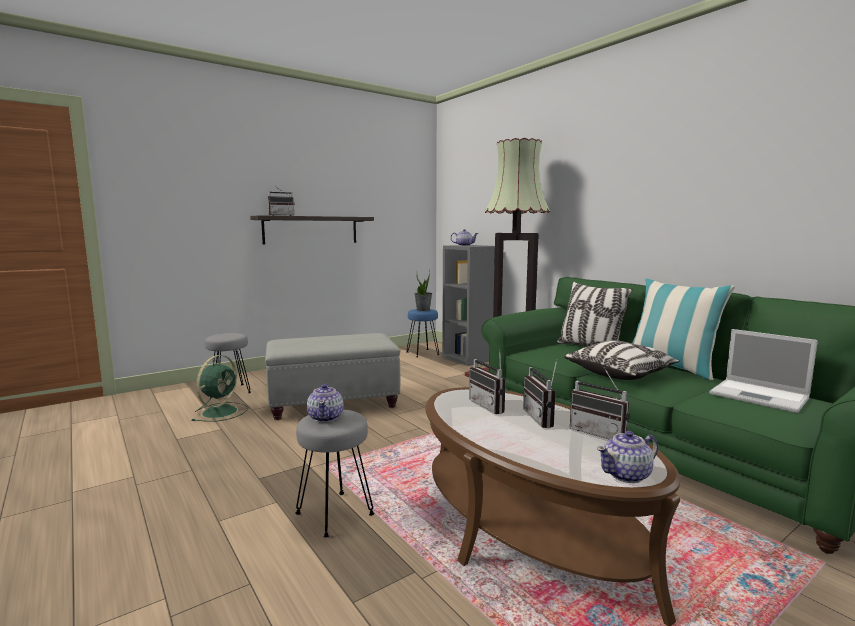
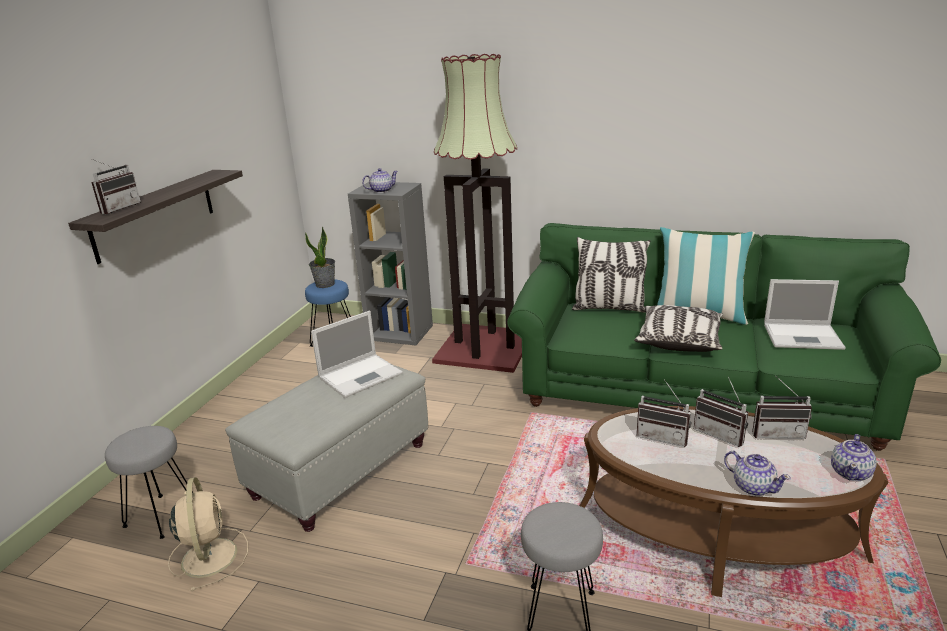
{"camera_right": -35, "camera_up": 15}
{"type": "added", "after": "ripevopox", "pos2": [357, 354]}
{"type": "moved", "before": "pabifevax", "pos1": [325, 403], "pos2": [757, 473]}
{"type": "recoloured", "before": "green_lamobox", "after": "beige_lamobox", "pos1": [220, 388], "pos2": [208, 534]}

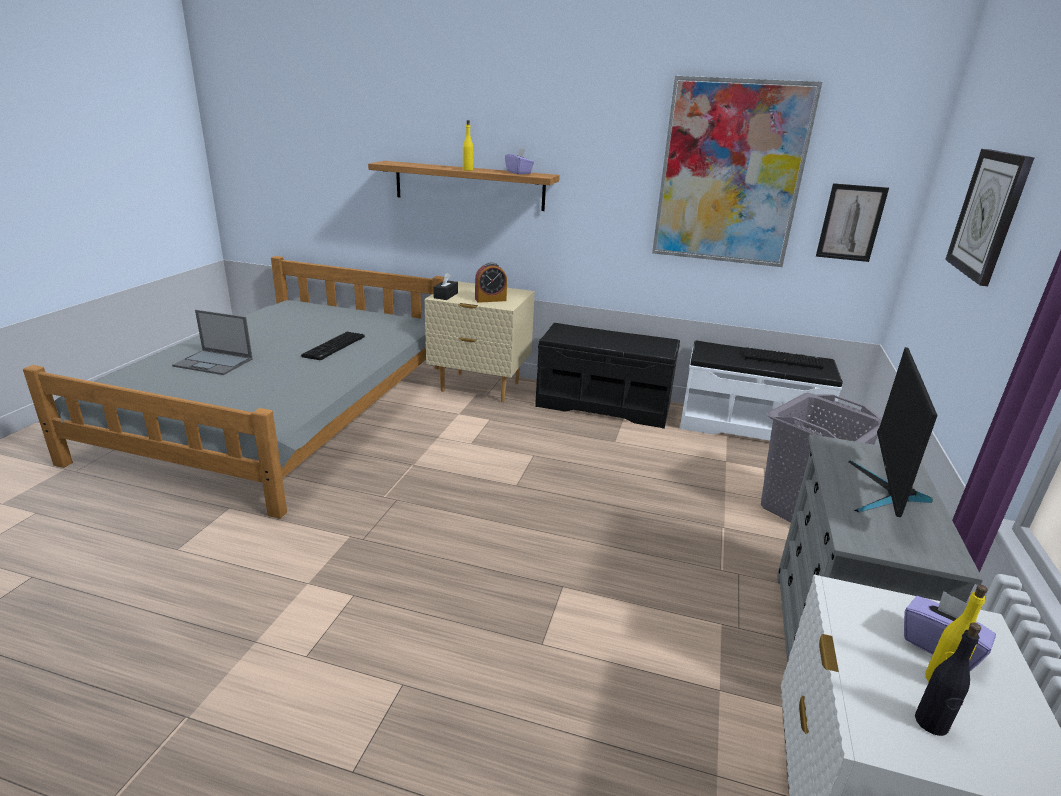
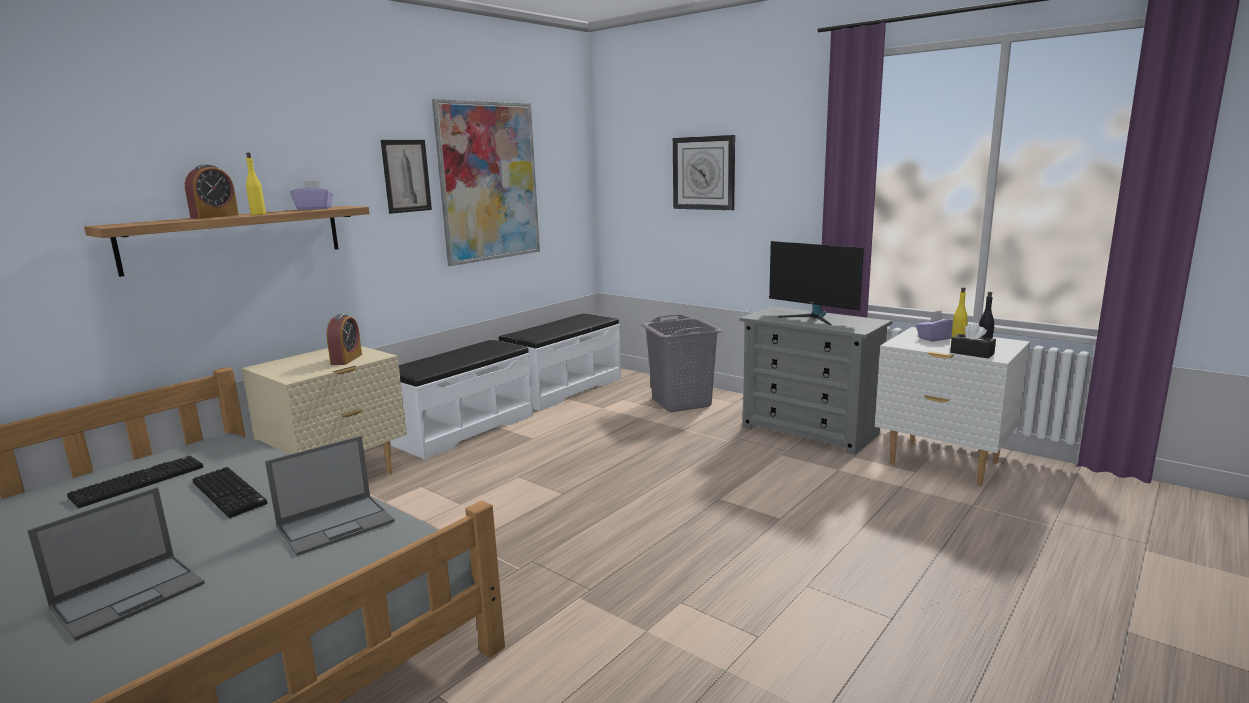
{"camera_right": -65, "camera_up": -10}
{"type": "added", "after": "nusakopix", "pos2": [212, 191]}
{"type": "added", "after": "ripevopox", "pos2": [330, 496]}
{"type": "moved", "before": "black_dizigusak", "pos1": [445, 286], "pos2": [973, 340]}
{"type": "moved", "before": "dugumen", "pos1": [784, 358], "pos2": [135, 482]}
{"type": "moved", "before": "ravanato", "pos1": [852, 222], "pos2": [406, 177]}
{"type": "recoloured", "before": "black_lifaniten", "after": "white_lifaniten", "pos1": [607, 376], "pos2": [461, 399]}

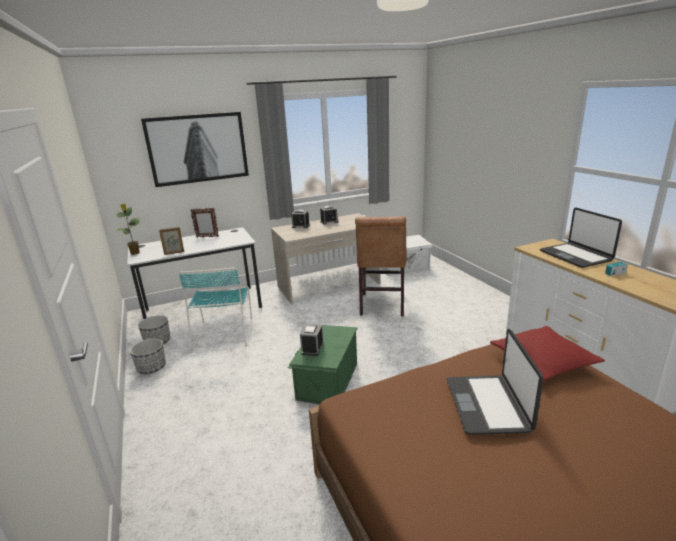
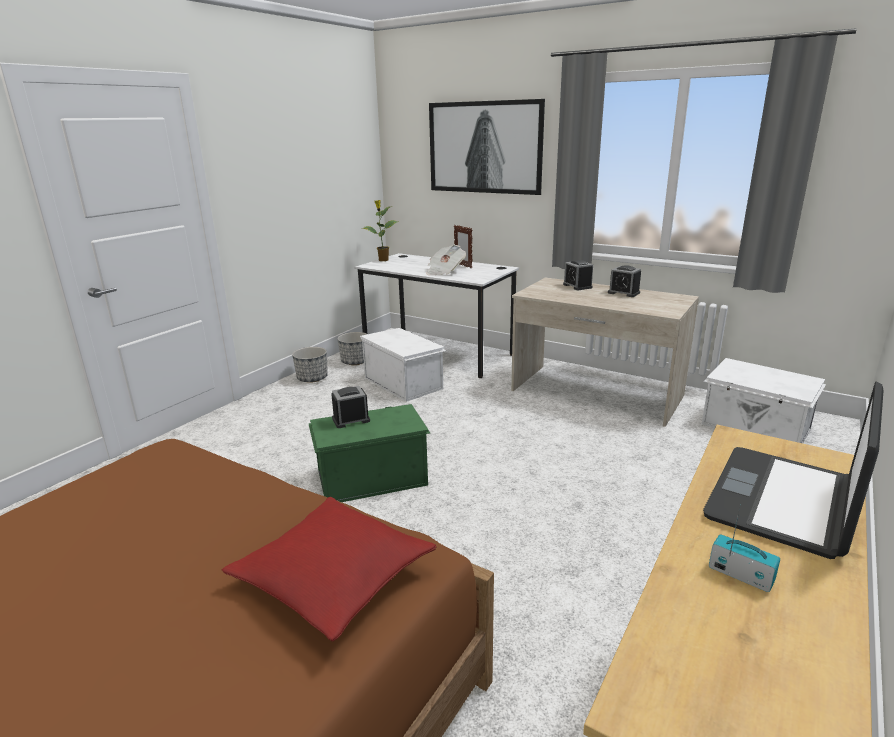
{"camera_right": 55, "camera_up": 0}
{"type": "removed", "before": "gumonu", "pos1": [171, 241]}
{"type": "removed", "before": "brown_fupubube", "pos1": [381, 266]}
{"type": "removed", "before": "ripevopox", "pos1": [495, 382]}
{"type": "added", "after": "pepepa", "pos2": [446, 260]}
{"type": "replaced", "before": "turquoise_fupubube", "after": "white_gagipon", "pos1": [215, 309], "pos2": [403, 365]}

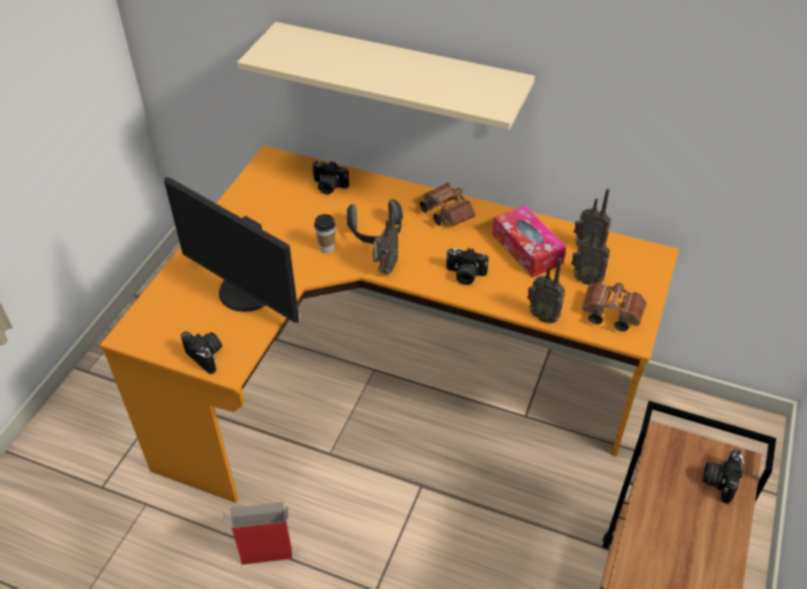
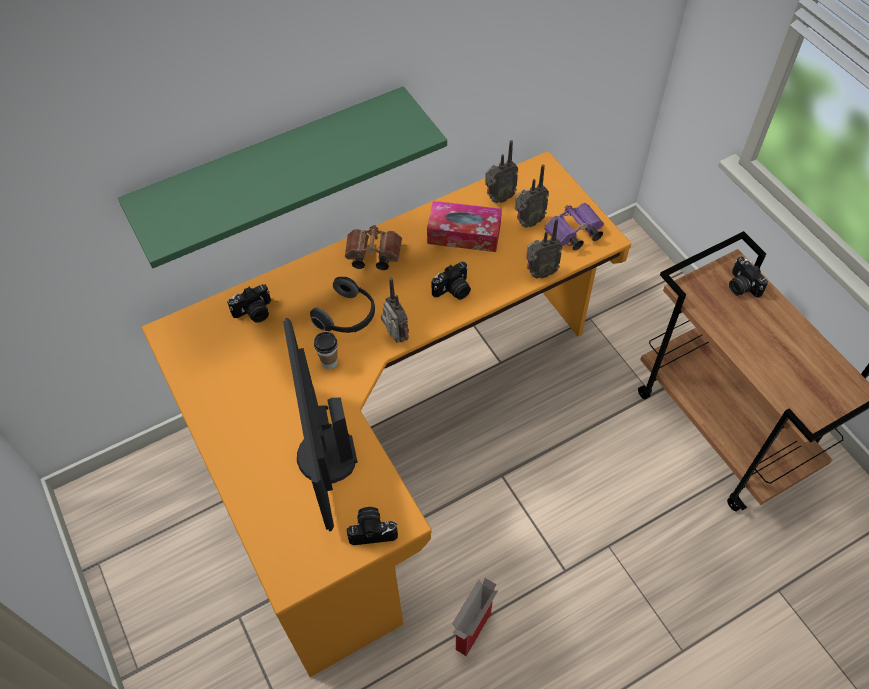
{"camera_right": -50, "camera_up": 10}
{"type": "recoloured", "before": "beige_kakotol", "after": "green_kakotol", "pos1": [386, 76], "pos2": [282, 177]}
{"type": "recoloured", "before": "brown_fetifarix", "after": "purple_fetifarix", "pos1": [614, 307], "pos2": [574, 226]}
{"type": "turned", "before": "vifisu", "pos1": [231, 250], "pos2": [320, 425], "turn": 90}

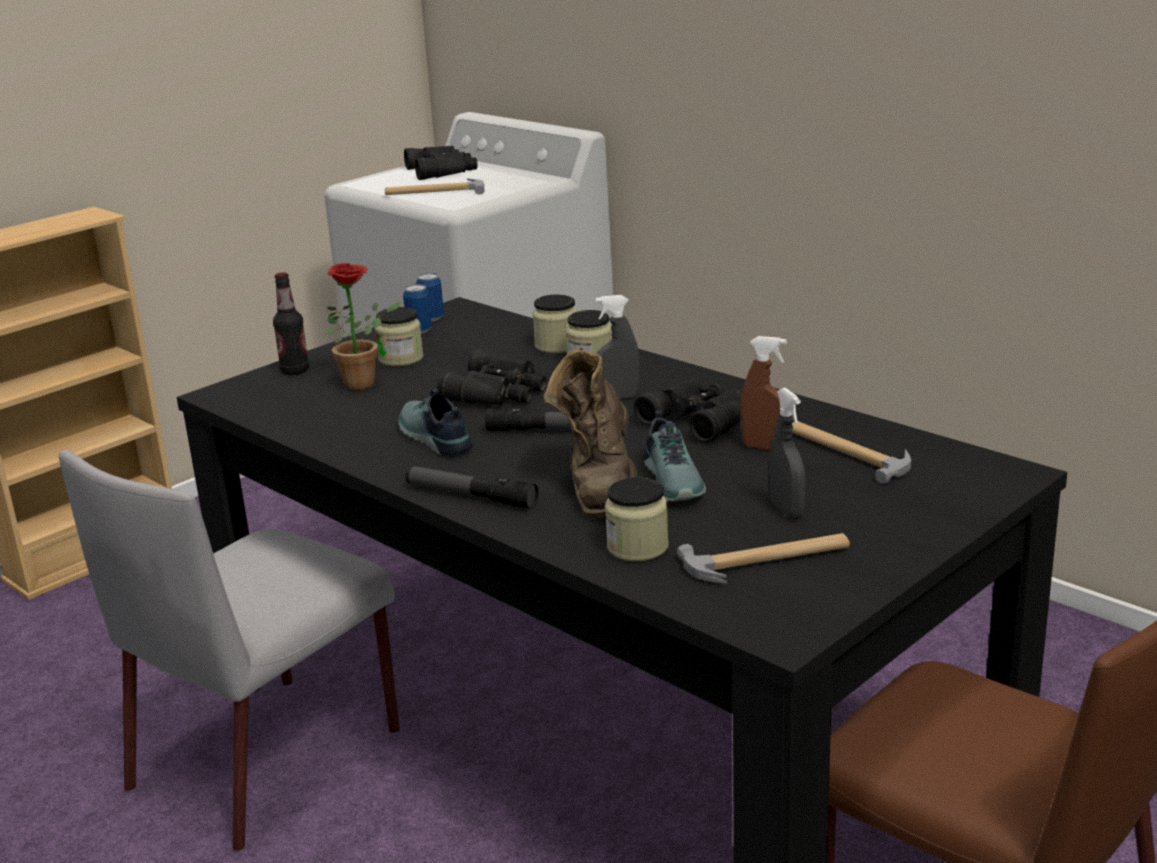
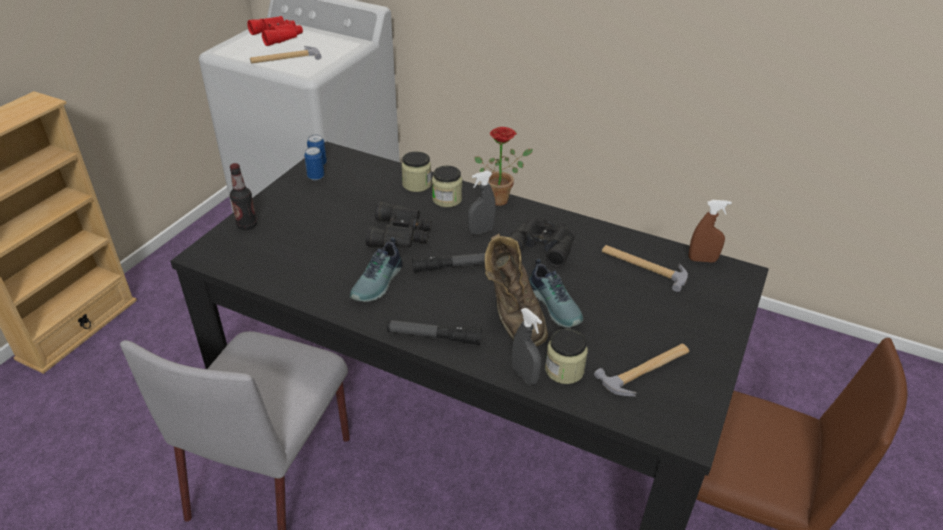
{"camera_right": -20, "camera_up": 15}
{"type": "removed", "before": "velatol", "pos1": [399, 336]}
{"type": "moved", "before": "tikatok", "pos1": [364, 326], "pos2": [503, 166]}
{"type": "moved", "before": "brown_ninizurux", "pos1": [763, 393], "pos2": [710, 231]}
{"type": "moved", "before": "grey_ninizurux", "pos1": [787, 453], "pos2": [527, 346]}
{"type": "recoloured", "before": "black_fetifarix", "after": "red_fetifarix", "pos1": [440, 163], "pos2": [275, 31]}
{"type": "turned", "before": "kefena", "pos1": [435, 422], "pos2": [376, 269], "turn": -105}

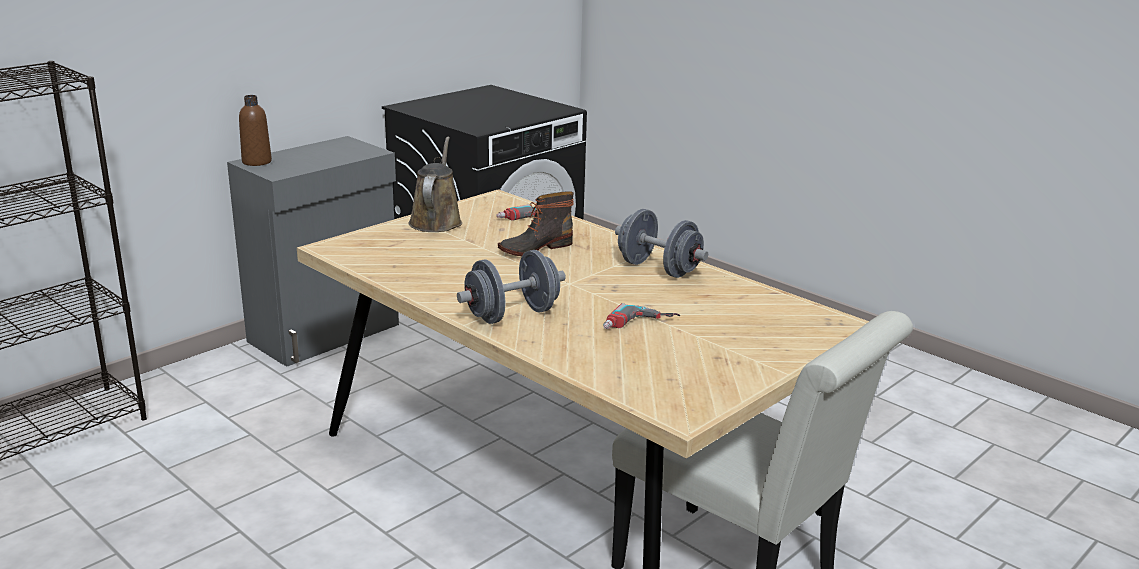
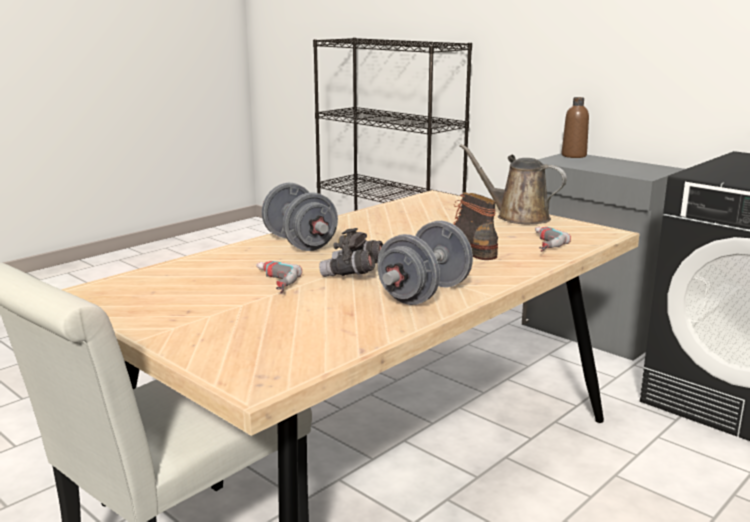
{"camera_right": 90, "camera_up": -5}
{"type": "added", "after": "grey_fetifarix", "pos2": [351, 252]}
{"type": "turned", "before": "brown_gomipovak", "pos1": [435, 184], "pos2": [513, 184], "turn": -150}

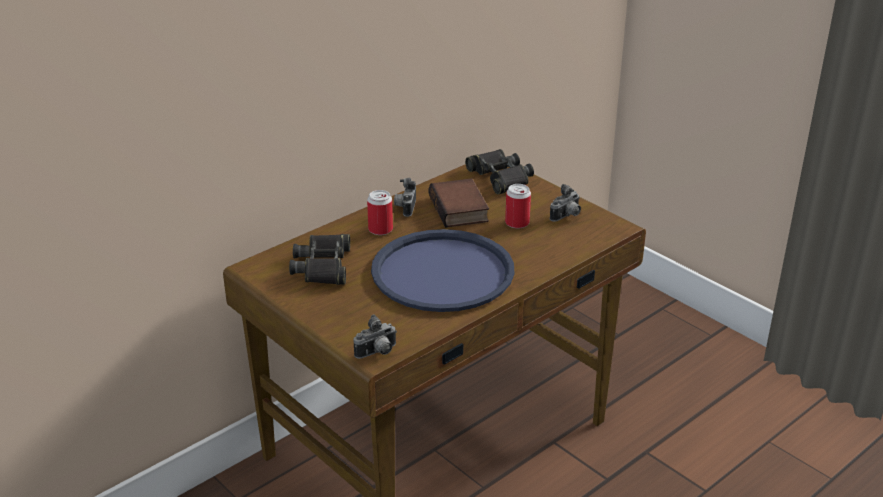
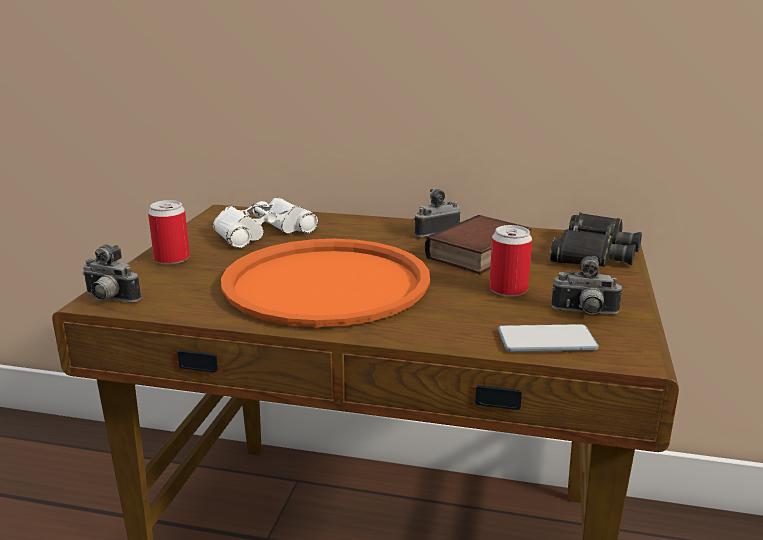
{"camera_right": 55, "camera_up": -10}
{"type": "added", "after": "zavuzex", "pos2": [548, 338]}
{"type": "moved", "before": "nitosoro", "pos1": [380, 212], "pos2": [169, 232]}
{"type": "recoloured", "before": "black_fetifarix", "after": "white_fetifarix", "pos1": [319, 259], "pos2": [265, 223]}
{"type": "recoloured", "before": "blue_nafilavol", "after": "orange_nafilavol", "pos1": [442, 270], "pos2": [325, 283]}

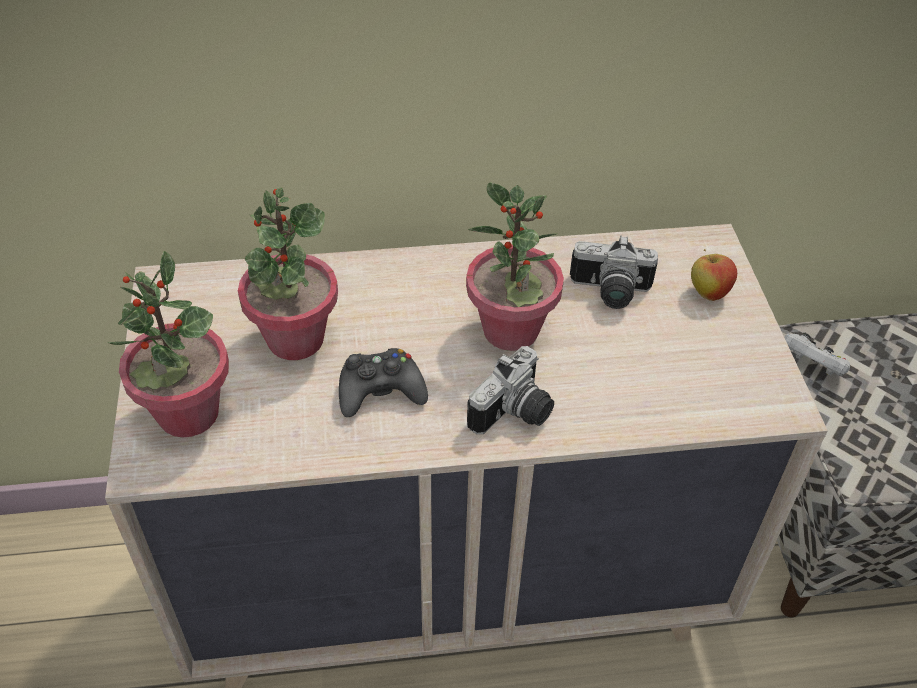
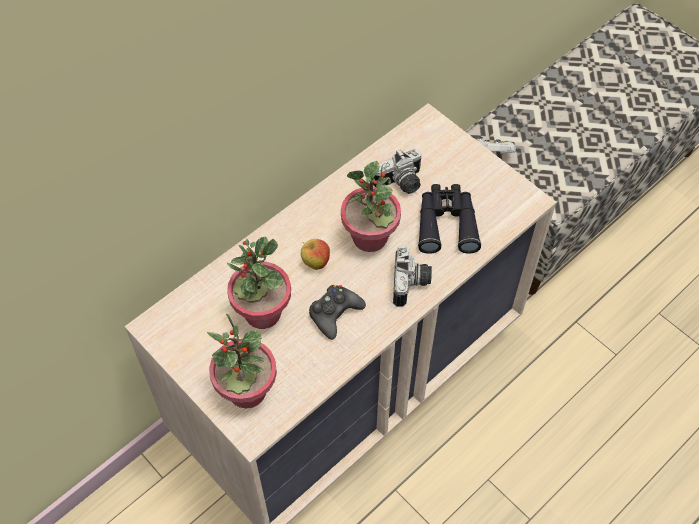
{"camera_right": -35, "camera_up": 10}
{"type": "added", "after": "black_fetifarix", "pos2": [449, 219]}
{"type": "moved", "before": "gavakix", "pos1": [714, 275], "pos2": [315, 254]}

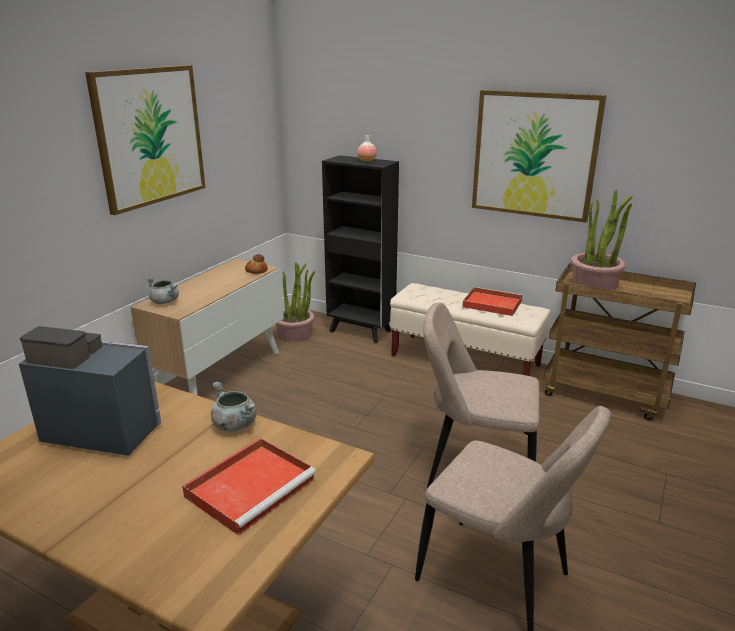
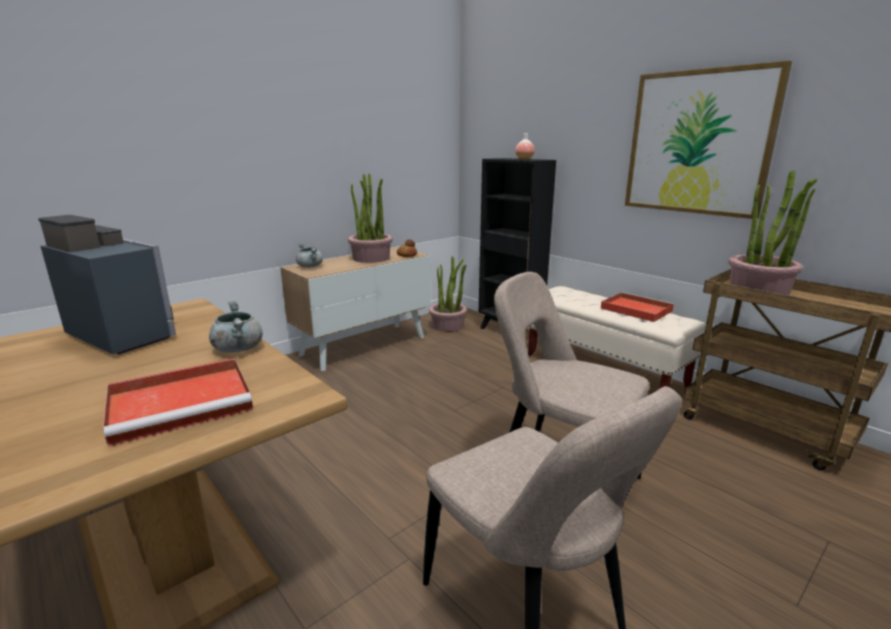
{"camera_right": 20, "camera_up": -5}
{"type": "removed", "before": "ravanato", "pos1": [145, 140]}
{"type": "added", "after": "tikatok", "pos2": [370, 218]}

